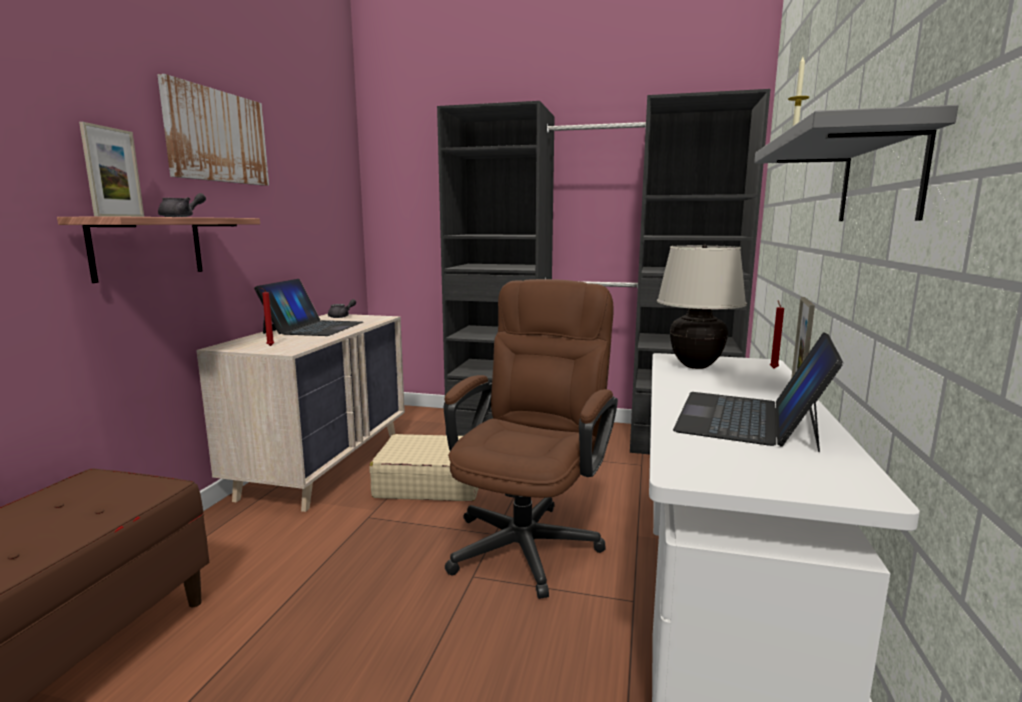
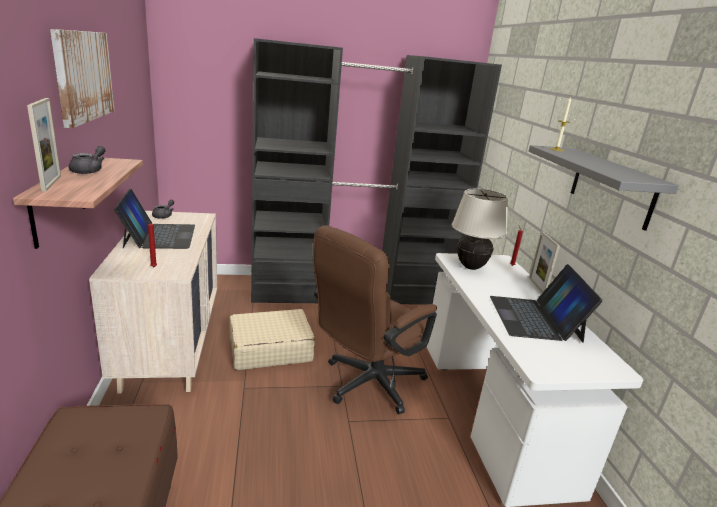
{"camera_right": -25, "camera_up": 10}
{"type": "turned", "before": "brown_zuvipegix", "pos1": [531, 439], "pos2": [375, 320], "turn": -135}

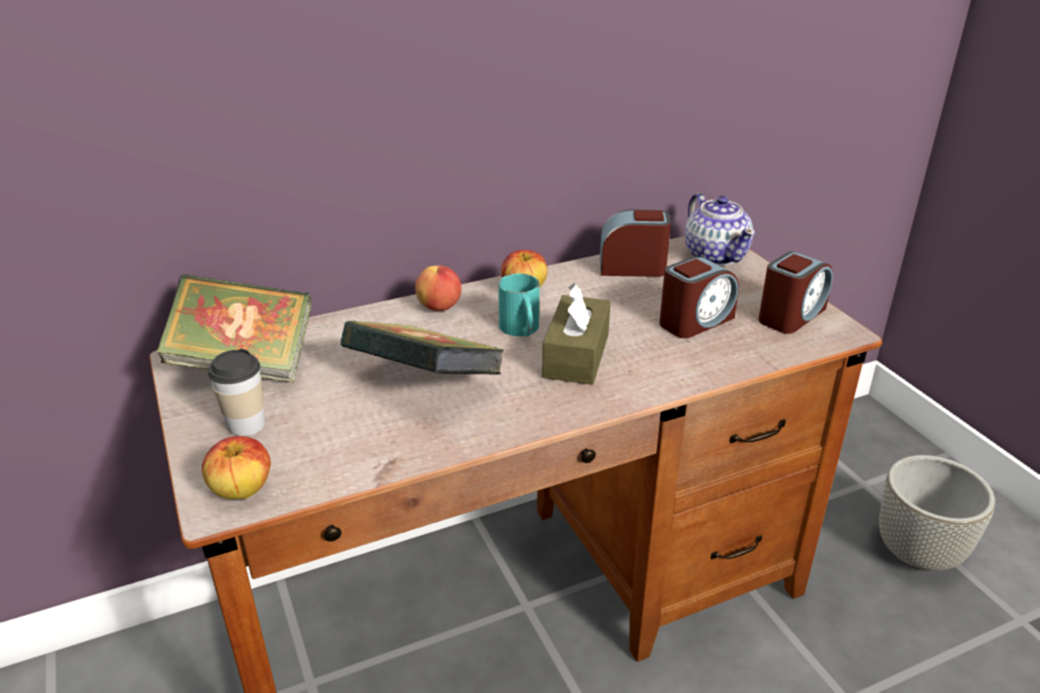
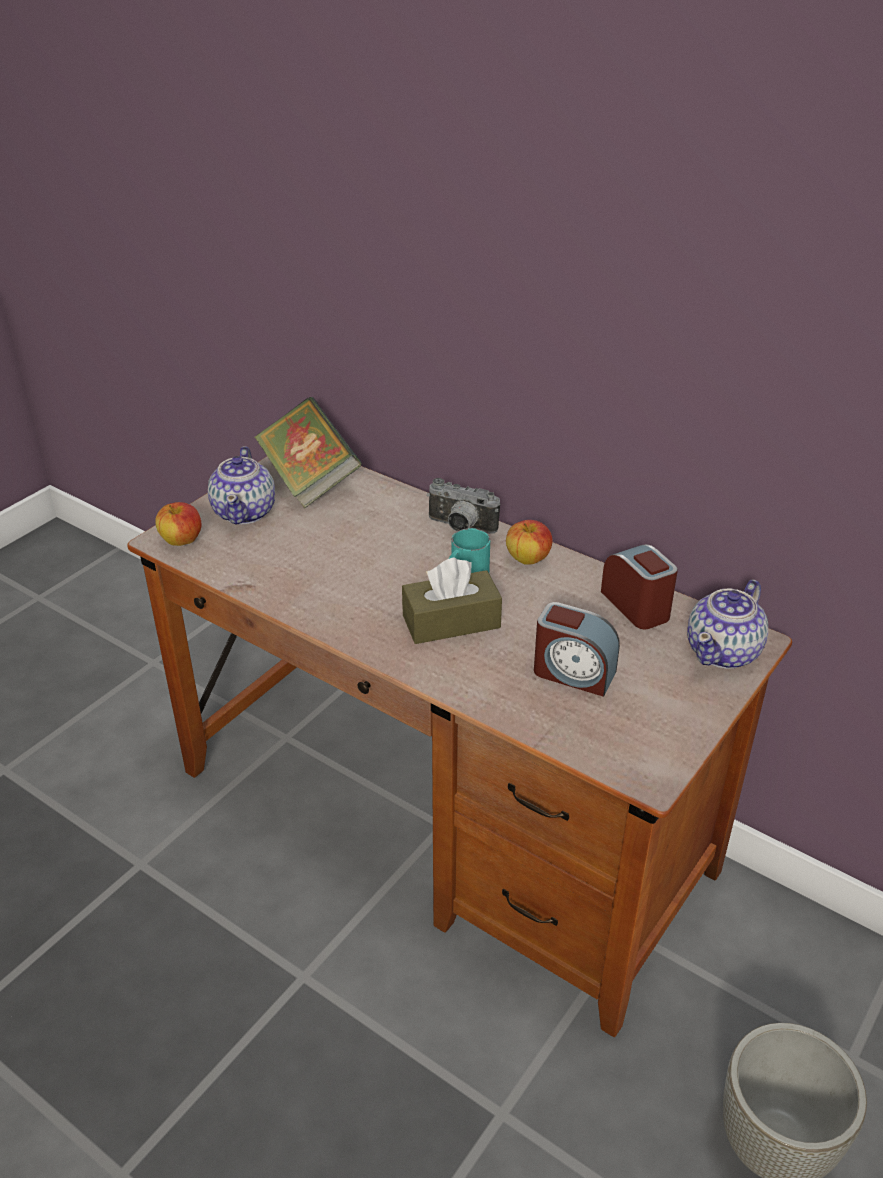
{"camera_right": 60, "camera_up": 5}
{"type": "removed", "before": "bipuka", "pos1": [423, 347]}
{"type": "removed", "before": "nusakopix", "pos1": [796, 292]}
{"type": "replaced", "before": "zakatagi", "after": "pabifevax", "pos1": [236, 392], "pos2": [241, 485]}
{"type": "replaced", "before": "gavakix", "after": "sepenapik", "pos1": [438, 288], "pos2": [463, 506]}

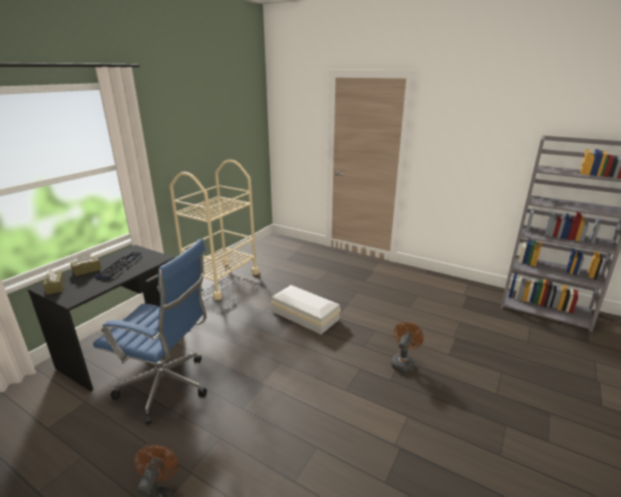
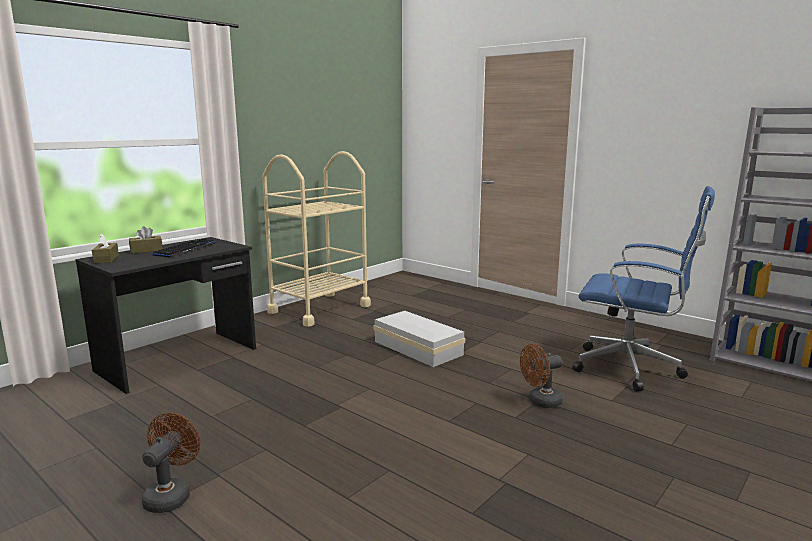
{"camera_right": 10, "camera_up": -10}
{"type": "moved", "before": "blue_zuvipegix", "pos1": [150, 332], "pos2": [643, 289]}
{"type": "turned", "before": "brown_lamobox", "pos1": [407, 347], "pos2": [541, 376], "turn": -150}

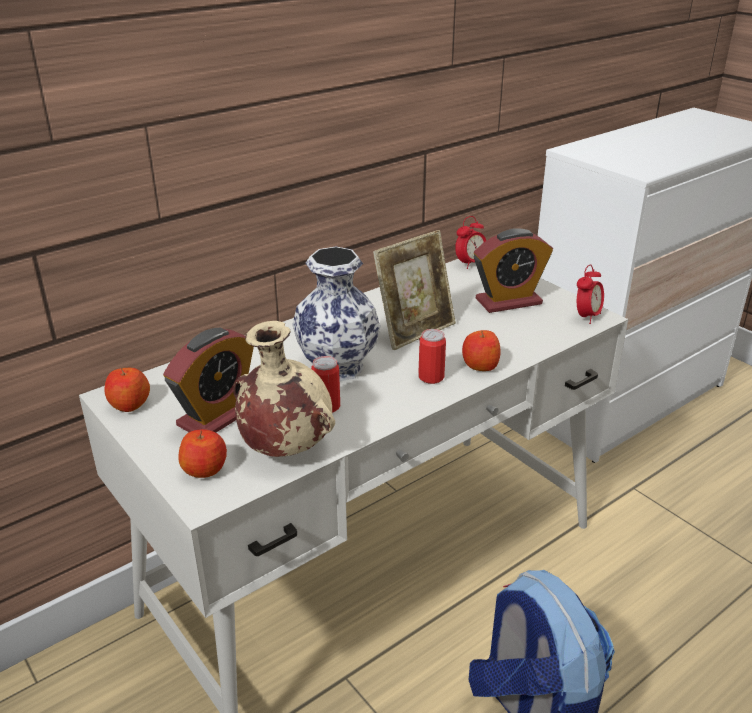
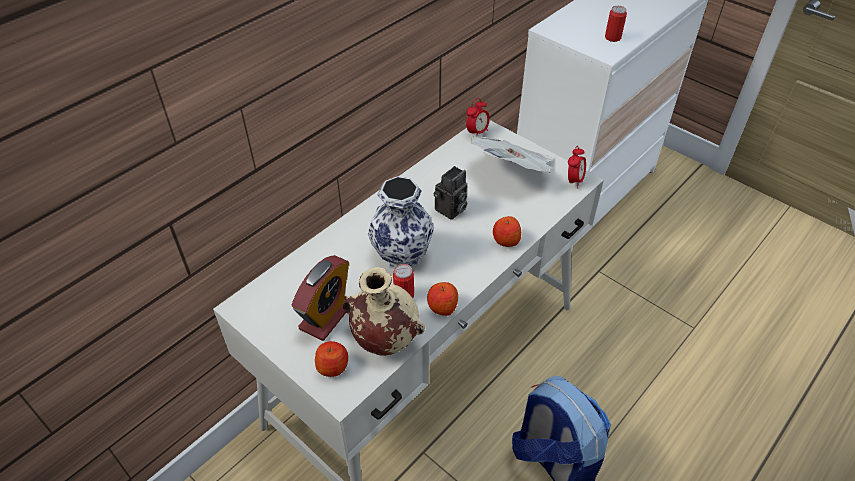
{"camera_right": -10, "camera_up": 15}
{"type": "moved", "before": "gavakix", "pos1": [127, 390], "pos2": [442, 299]}
{"type": "moved", "before": "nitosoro", "pos1": [432, 356], "pos2": [616, 24]}
{"type": "replaced", "before": "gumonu", "after": "sepenapik", "pos1": [414, 290], "pos2": [450, 193]}
{"type": "replaced", "before": "nusakopix", "after": "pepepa", "pos1": [513, 270], "pos2": [512, 154]}

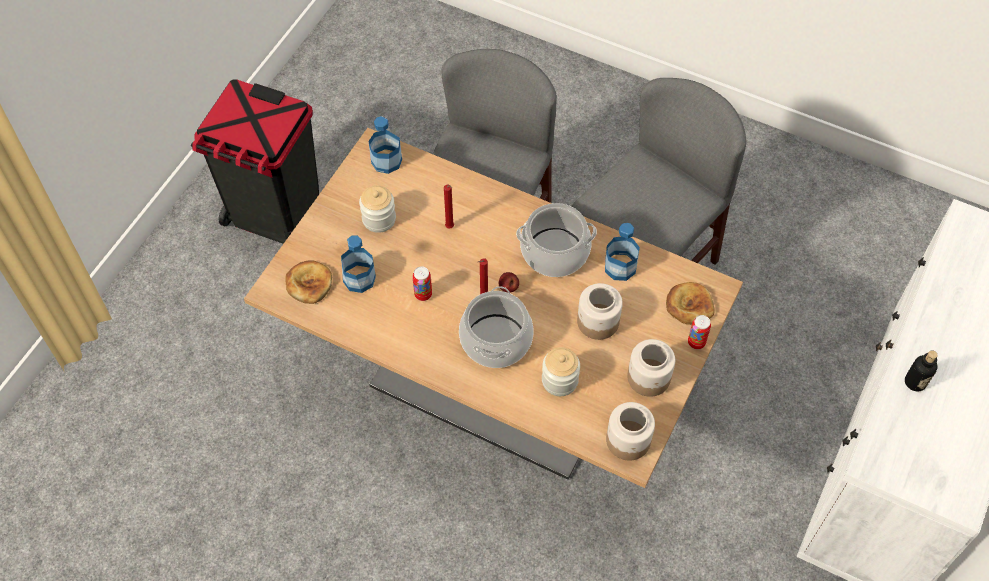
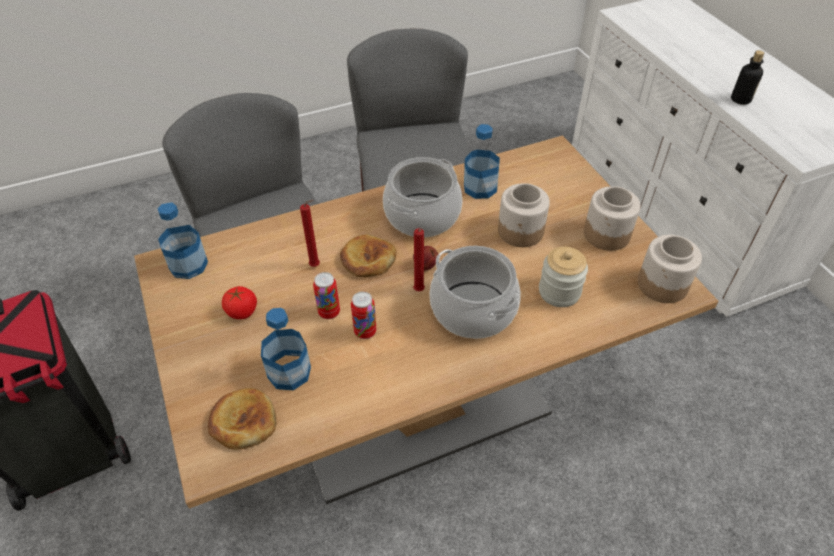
{"camera_right": -50, "camera_up": -10}
{"type": "moved", "before": "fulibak", "pos1": [690, 303], "pos2": [368, 255]}
{"type": "moved", "before": "nitosoro", "pos1": [699, 332], "pos2": [326, 295]}
{"type": "replaced", "before": "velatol", "after": "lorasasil", "pos1": [377, 209], "pos2": [239, 302]}

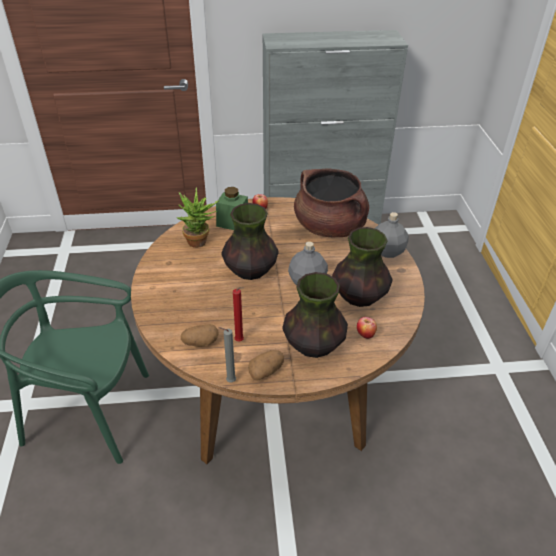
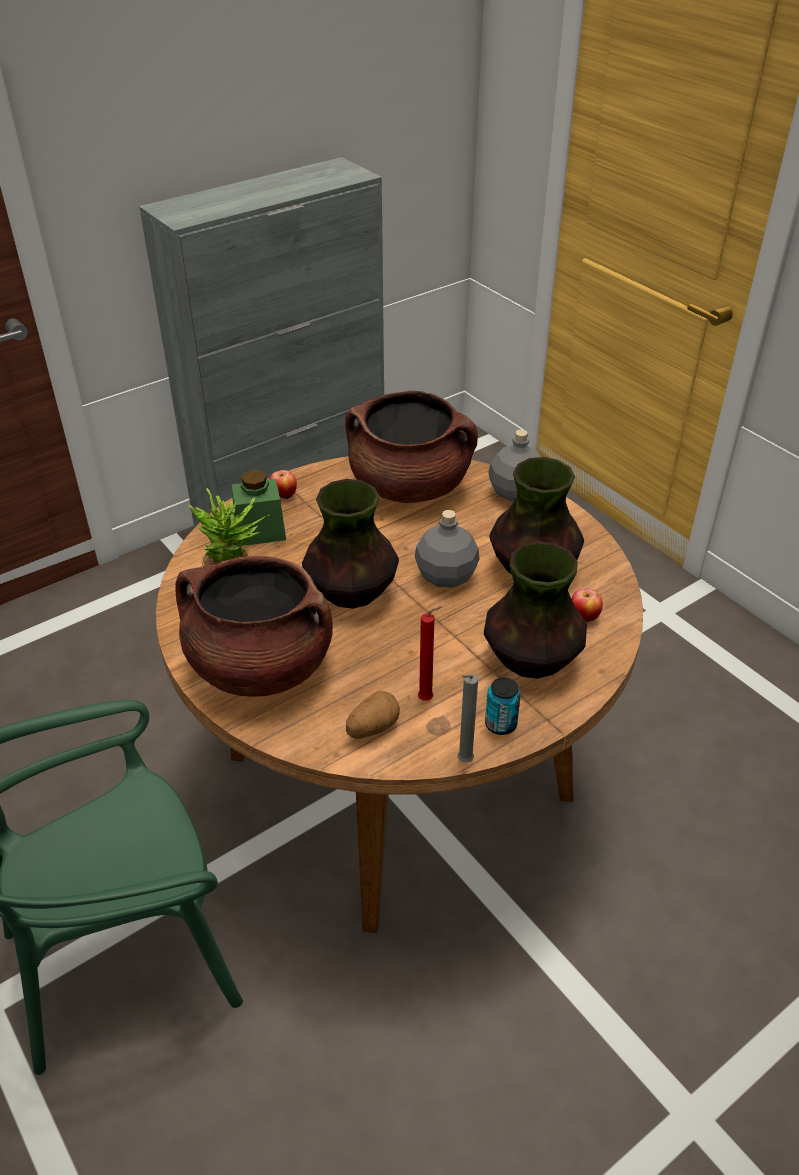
{"camera_right": -30, "camera_up": 0}
{"type": "added", "after": "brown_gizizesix", "pos2": [254, 626]}
{"type": "replaced", "before": "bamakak", "after": "nitosoro", "pos1": [266, 365], "pos2": [503, 706]}

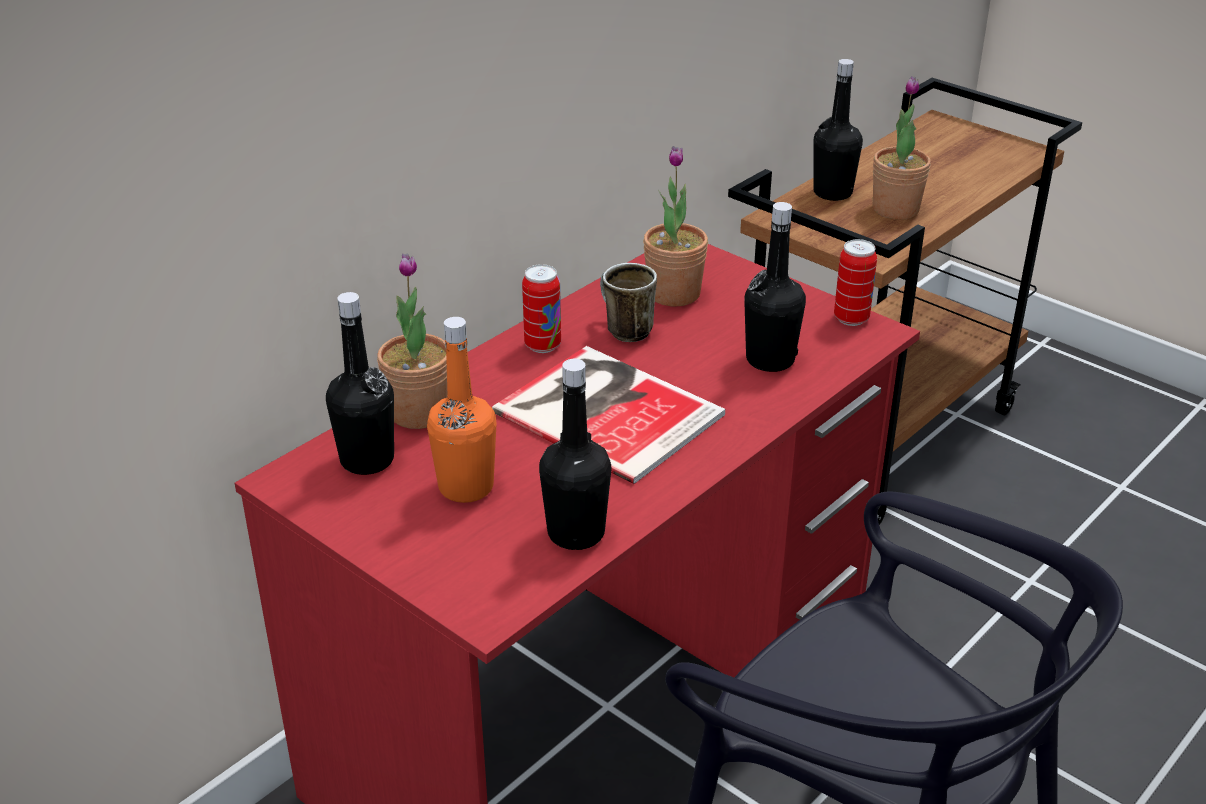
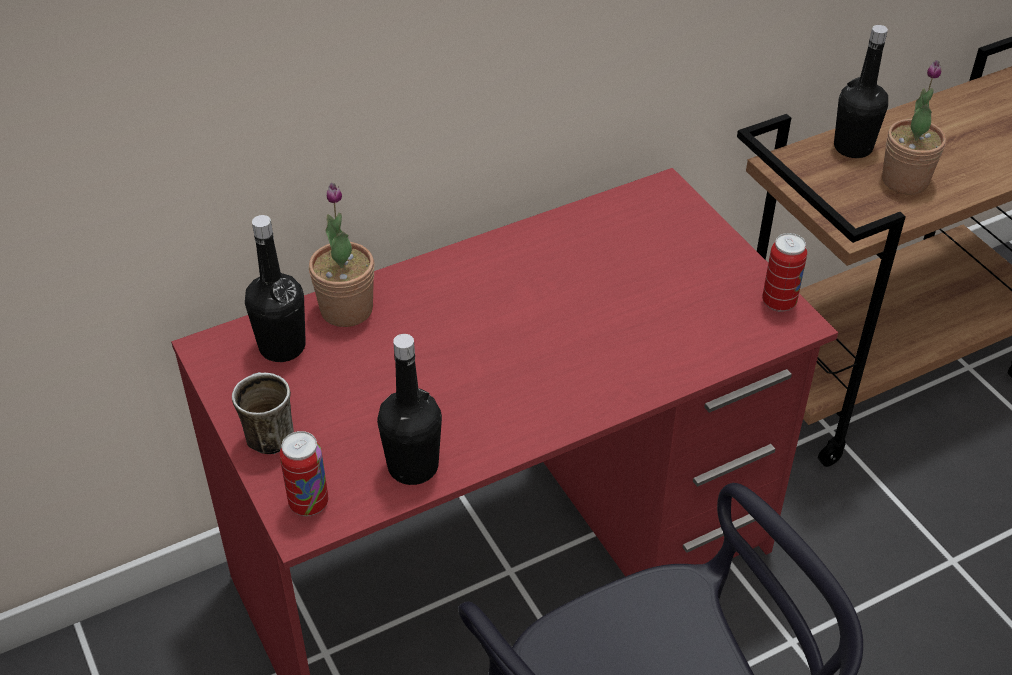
{"camera_right": 20, "camera_up": 10}
{"type": "removed", "before": "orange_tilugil", "pos1": [462, 410]}
{"type": "removed", "before": "bipuka", "pos1": [608, 415]}
{"type": "removed", "before": "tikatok", "pos1": [675, 226]}
{"type": "removed", "before": "black_tilugil", "pos1": [775, 287]}
{"type": "moved", "before": "nitosoro", "pos1": [541, 308], "pos2": [304, 473]}
{"type": "moved", "before": "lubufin", "pos1": [628, 302], "pos2": [263, 413]}

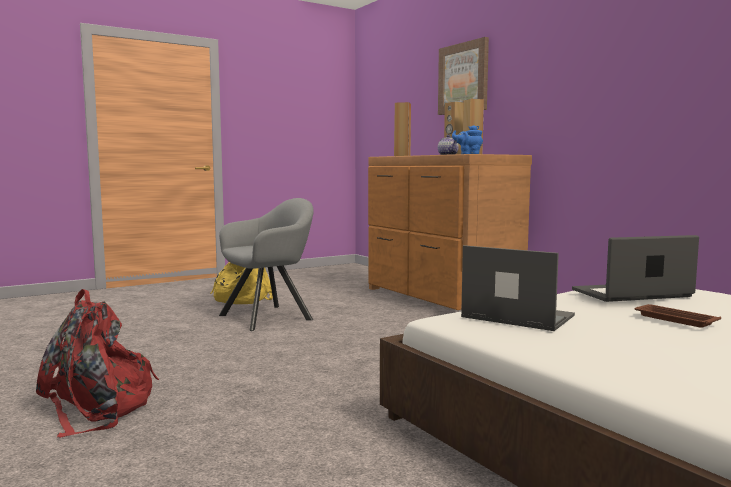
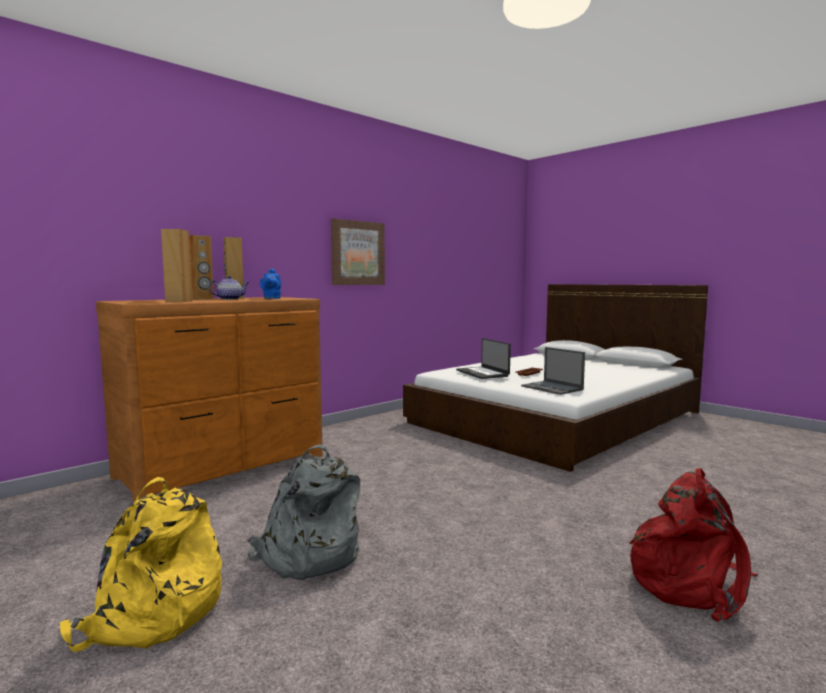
{"camera_right": -100, "camera_up": 0}
{"type": "moved", "before": "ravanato", "pos1": [463, 76], "pos2": [358, 252]}
{"type": "replaced", "before": "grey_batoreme", "after": "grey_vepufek", "pos1": [266, 264], "pos2": [303, 512]}
{"type": "turned", "before": "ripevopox", "pos1": [518, 288], "pos2": [553, 371], "turn": -60}

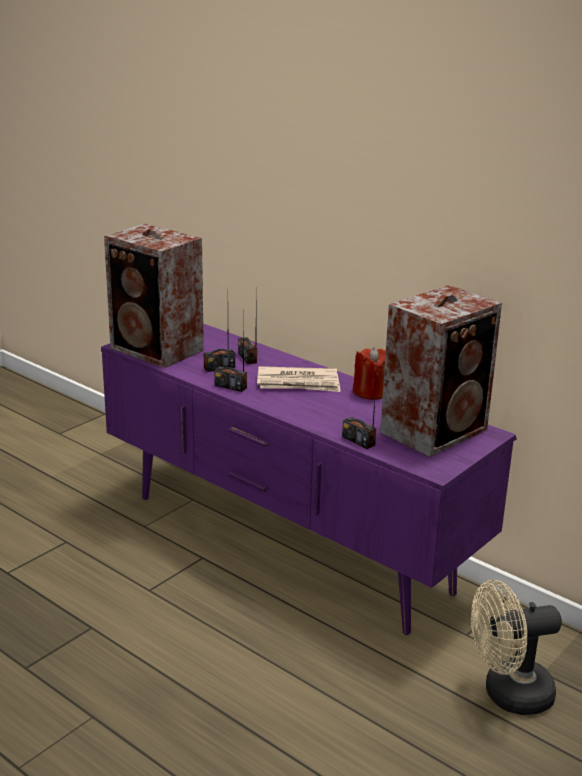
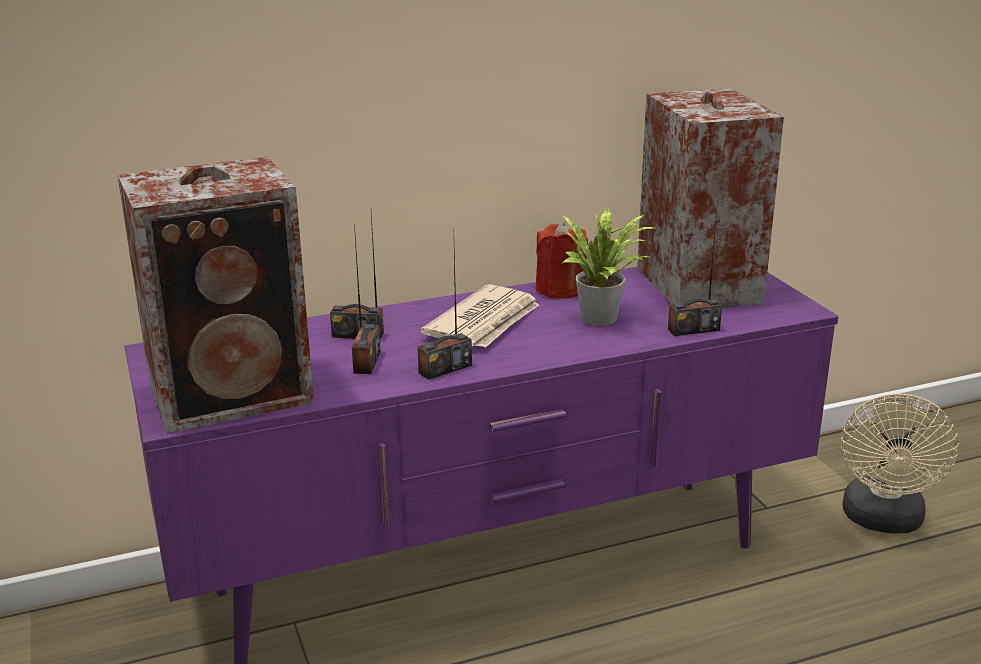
{"camera_right": -60, "camera_up": 0}
{"type": "added", "after": "tikatok", "pos2": [608, 266]}

